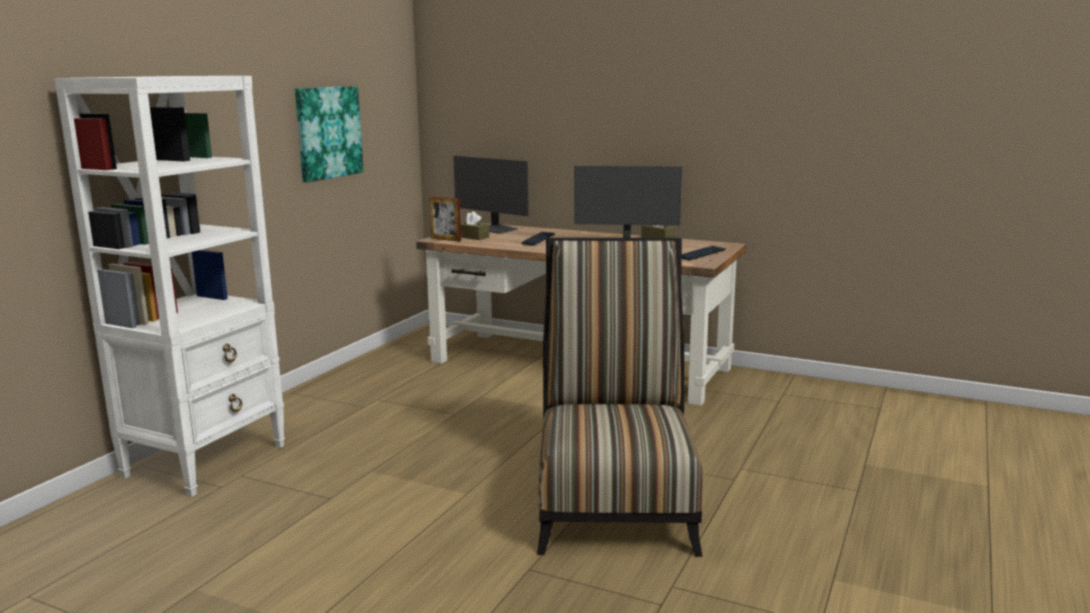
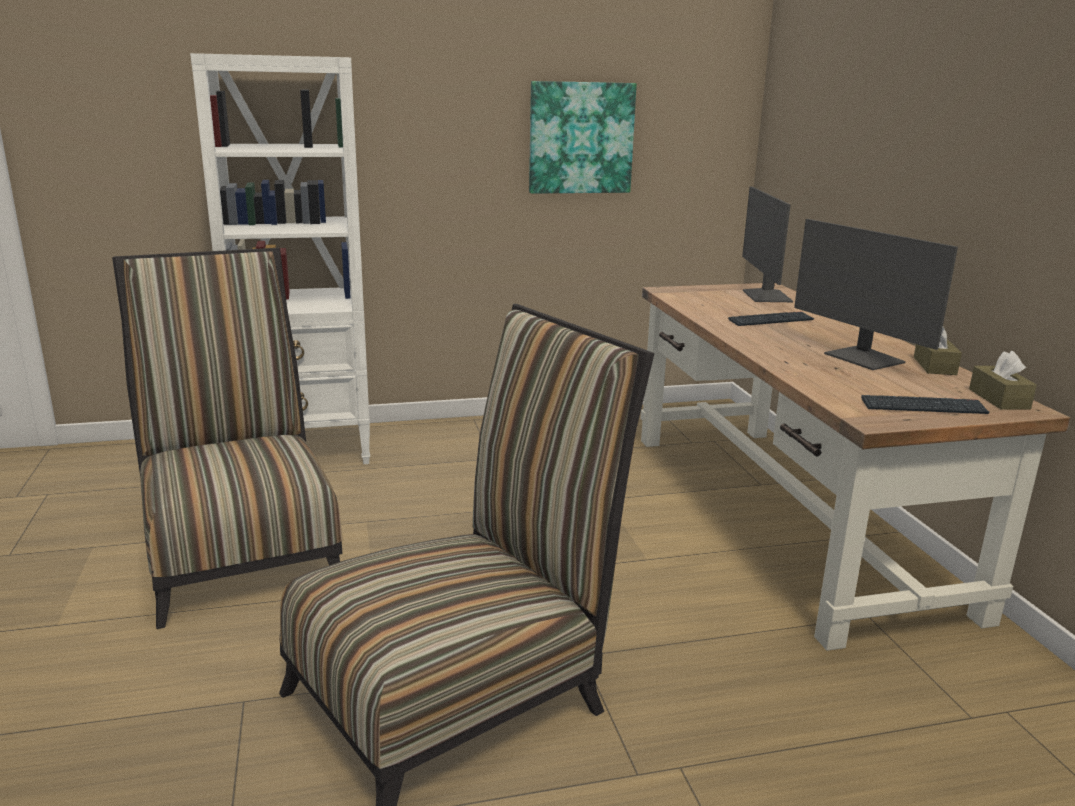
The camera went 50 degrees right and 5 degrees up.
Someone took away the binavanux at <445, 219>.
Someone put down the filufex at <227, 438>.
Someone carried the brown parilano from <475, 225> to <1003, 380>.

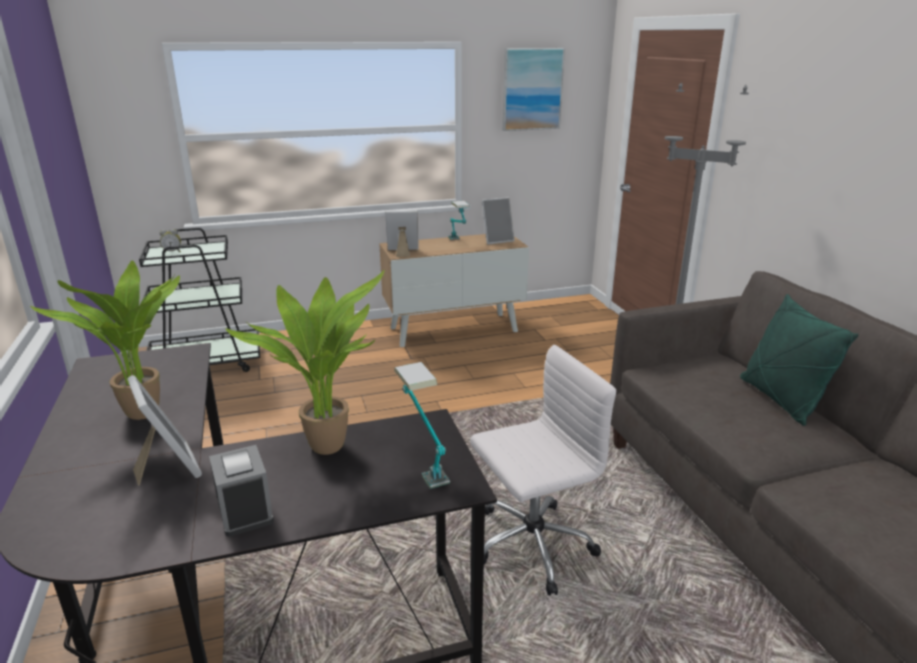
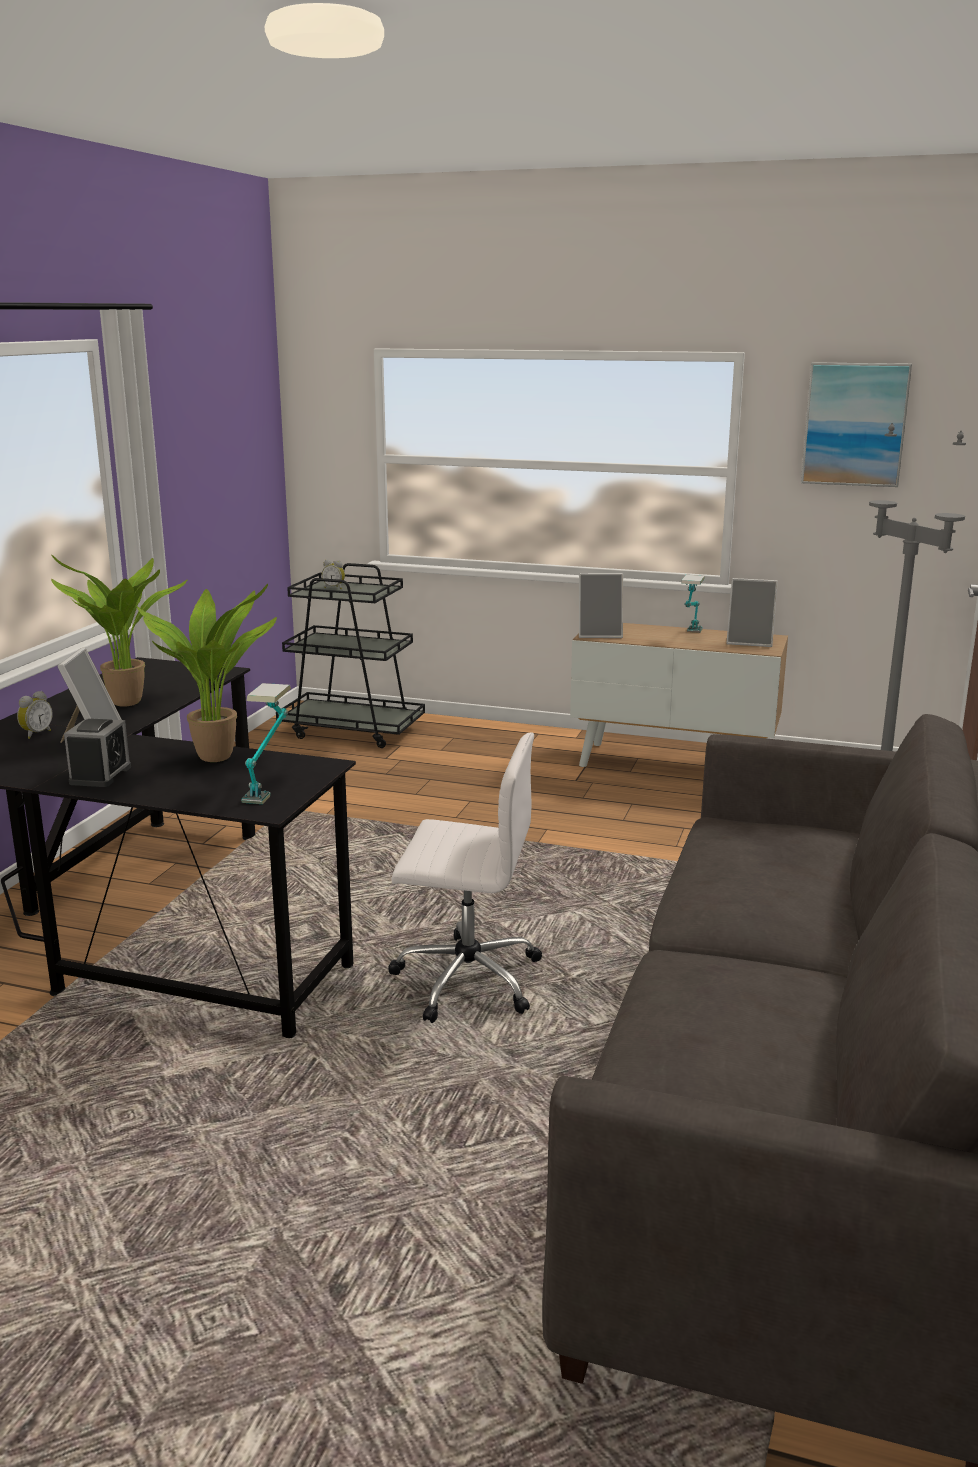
The camera went 35 degrees right and 5 degrees down.
Someone took away the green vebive at <799, 360>.
Someone put down the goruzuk at <35, 715>.
Someone rotated the binavanux at <402, 233> by 150 degrees clockwise.

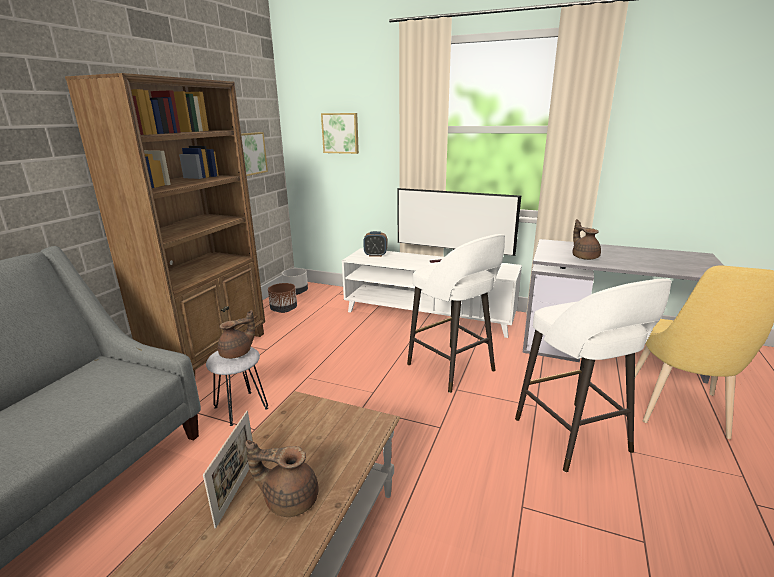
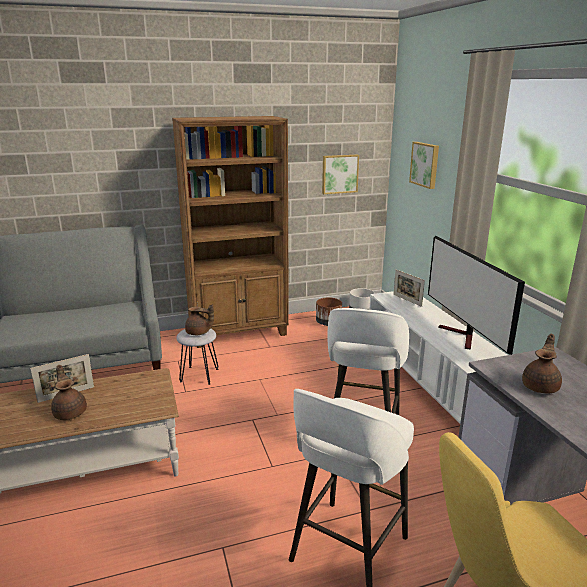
The camera went 50 degrees right and 0 degrees up.
Someone swapped the goruzuk at <375, 244> for the binavanux at <409, 288>.

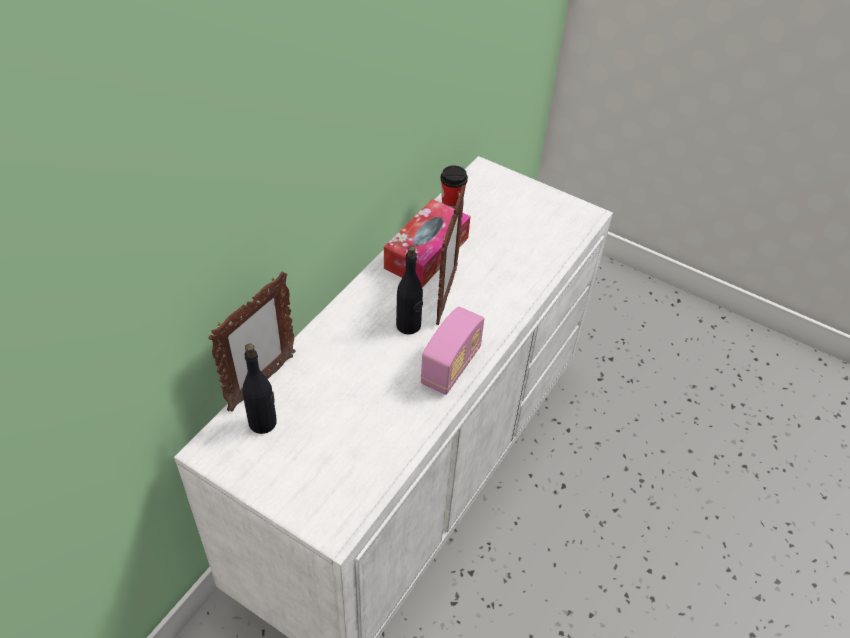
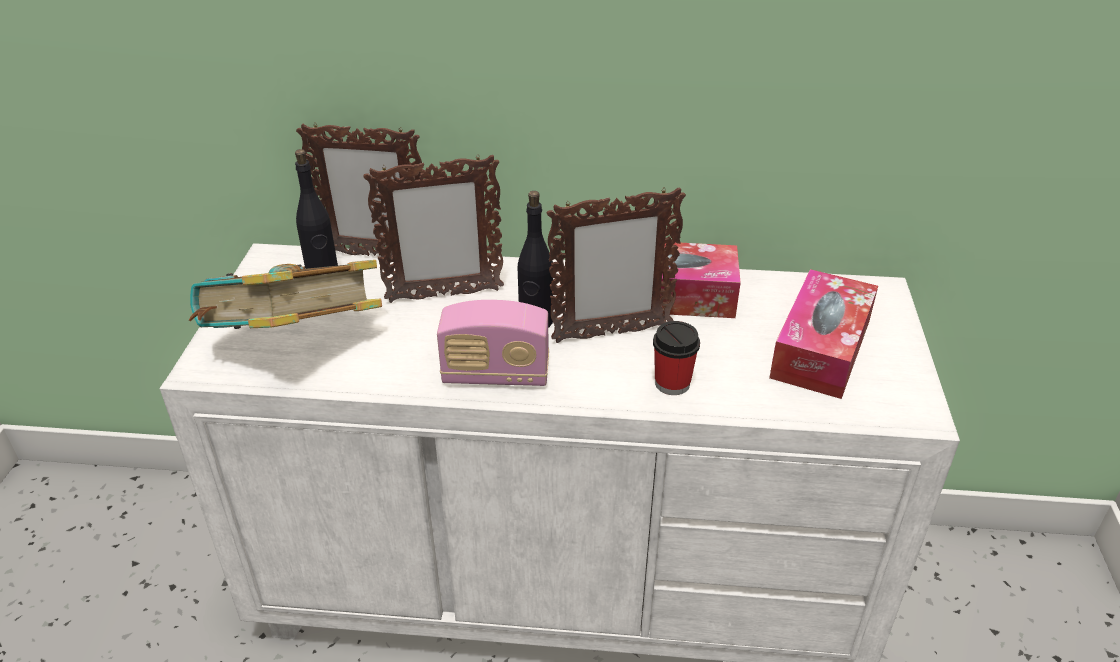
The camera went 65 degrees right and 10 degrees down.
Someone put down the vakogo at <285, 294>.
Someone put down the binavanux at <433, 228>.
Someone put down the parilano at <823, 334>.
Someone carried the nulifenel from <454, 187> to <676, 358>.

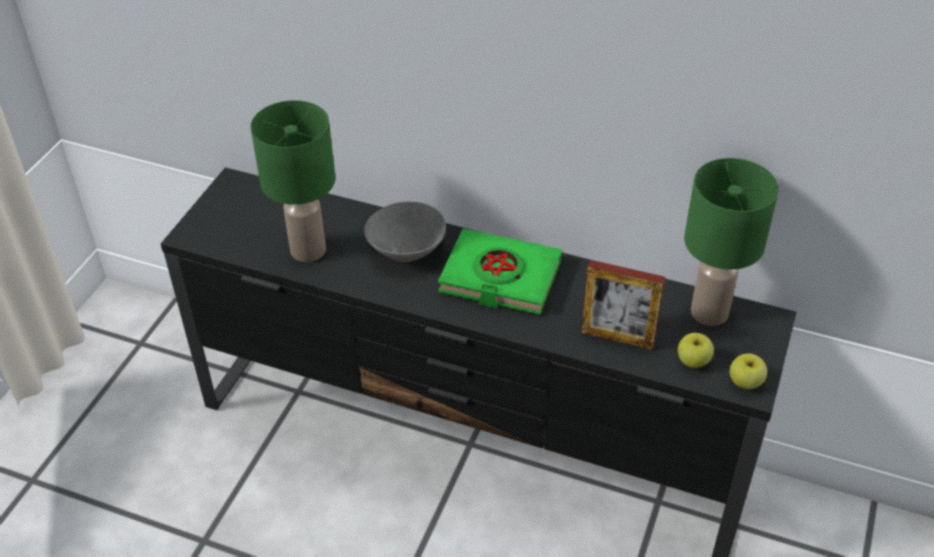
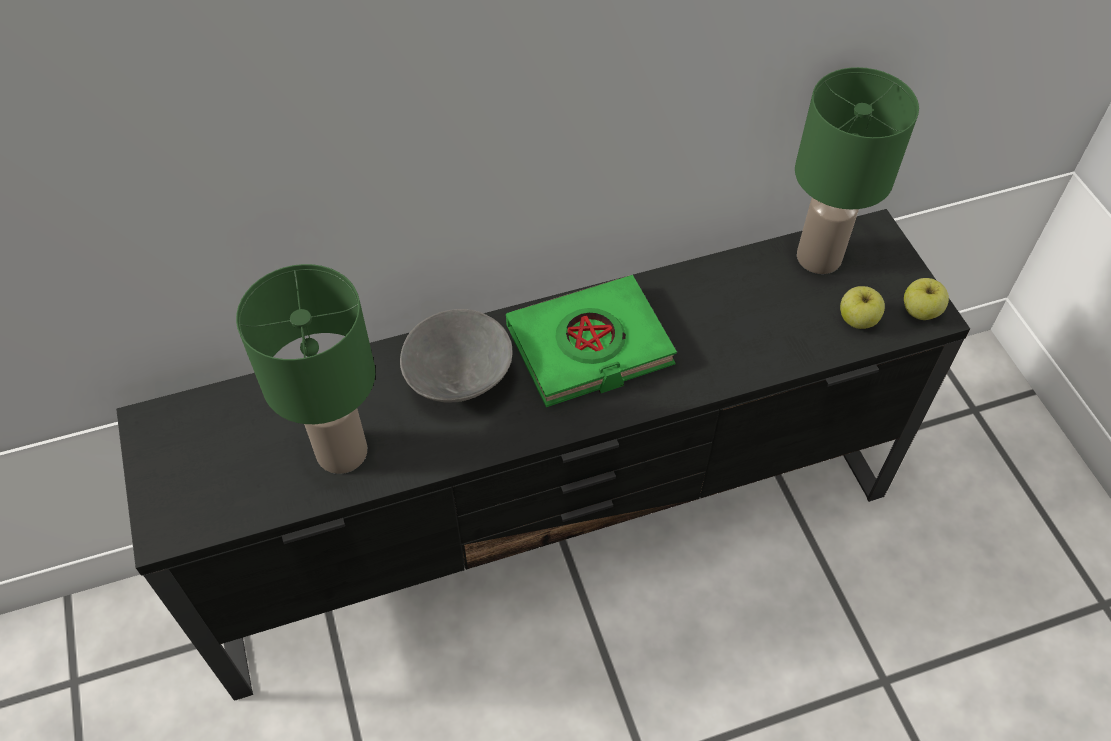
The camera went 40 degrees left and 10 degrees up.
Someone took away the binavanux at <623, 305>.

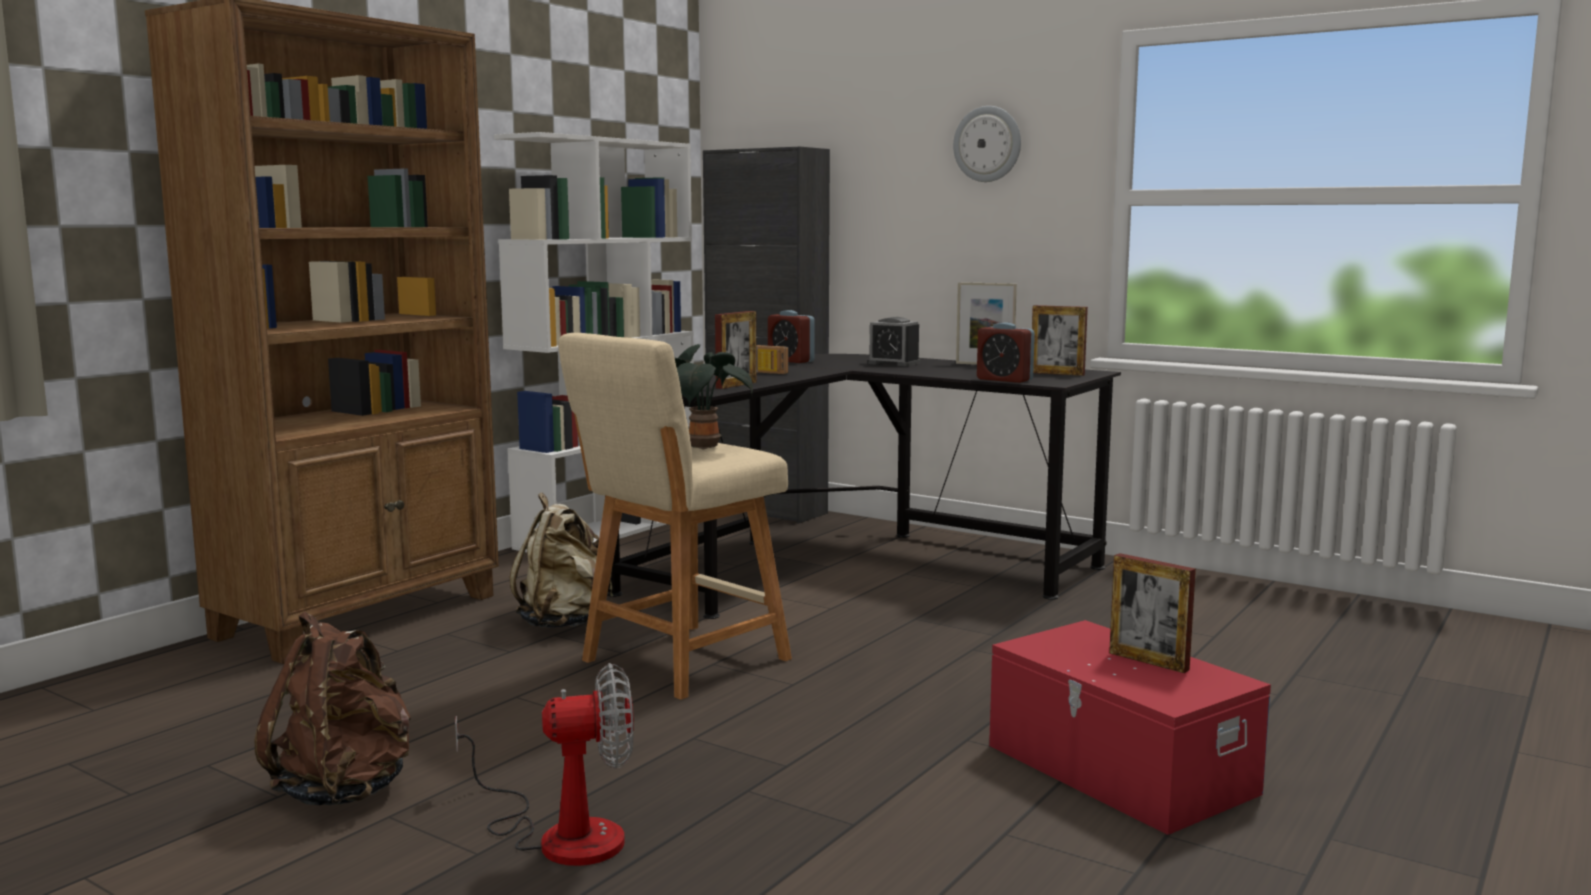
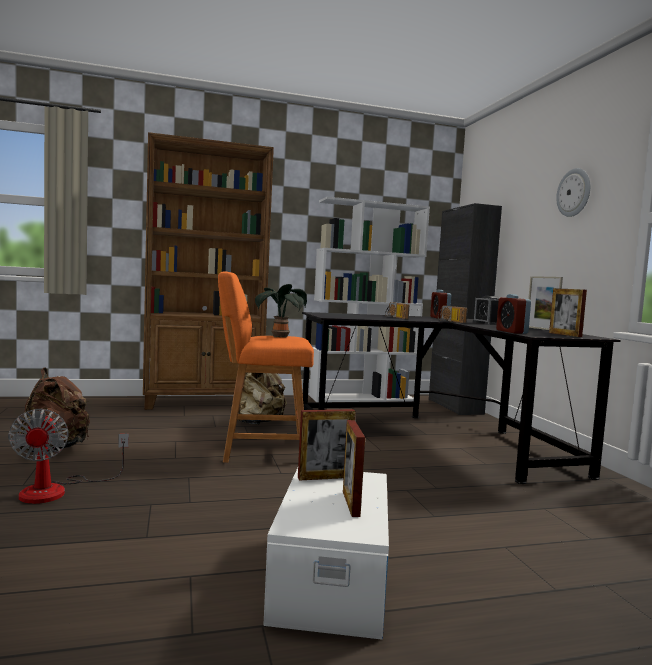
The camera went 40 degrees right and 5 degrees down.
Someone put down the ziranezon at <452, 314>.
Someone carried the binavanux from <736, 350> to <327, 444>.
Someone repainted the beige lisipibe at <675, 516>, which became the orange lisipibe at <266, 367>.
Someone repainted the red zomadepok at <1130, 727>, which became the white zomadepok at <326, 554>.
Someone rotated the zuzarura at <544, 764> by 45 degrees clockwise.

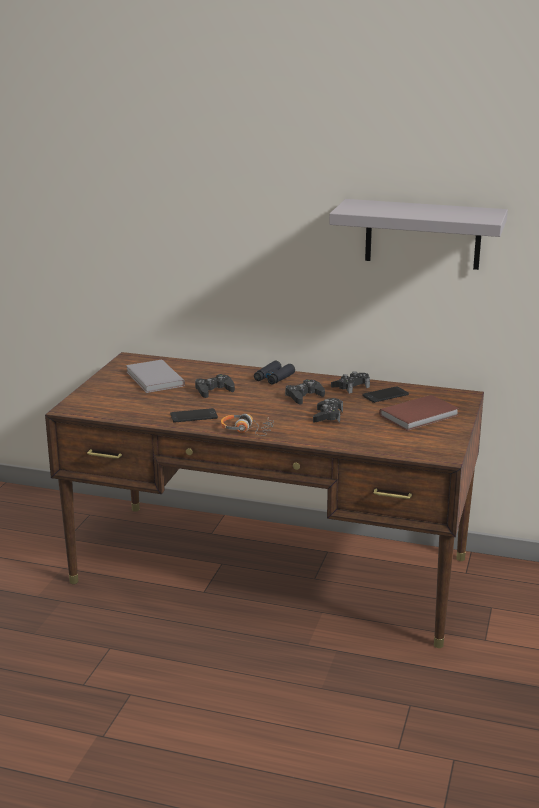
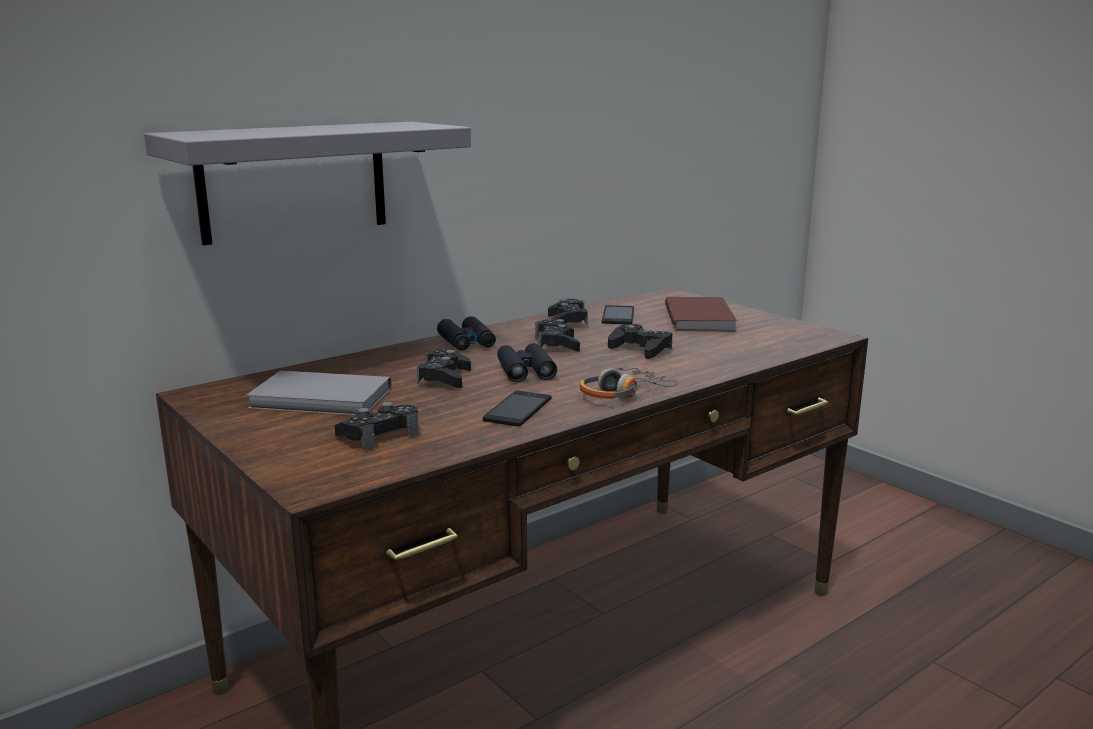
The camera went 55 degrees left and 5 degrees down.
Someone put down the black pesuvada at <376, 426>.
Someone put down the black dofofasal at <527, 362>.
Someone carried the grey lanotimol from <418, 234> to <307, 183>.

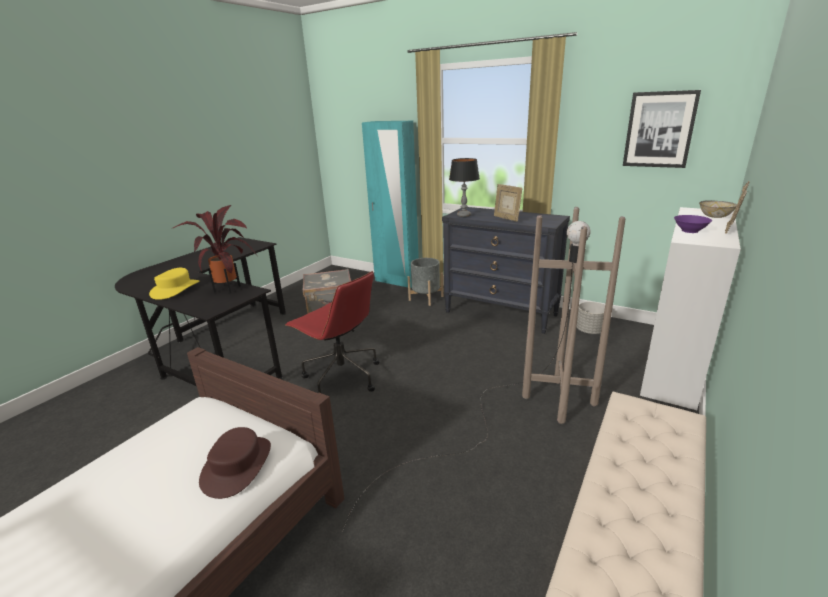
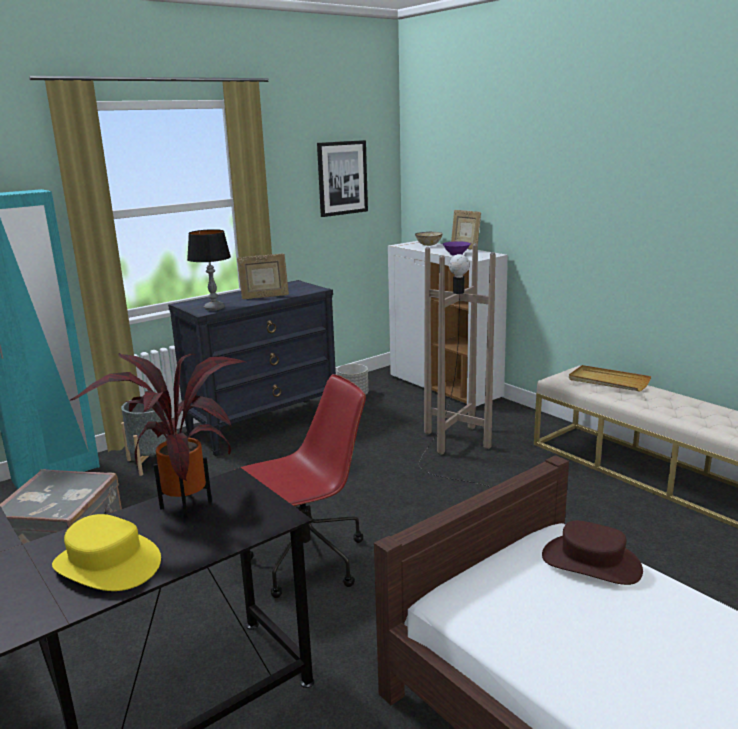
The camera went 70 degrees left and 5 degrees down.
Someone put down the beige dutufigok at <610, 378>.

